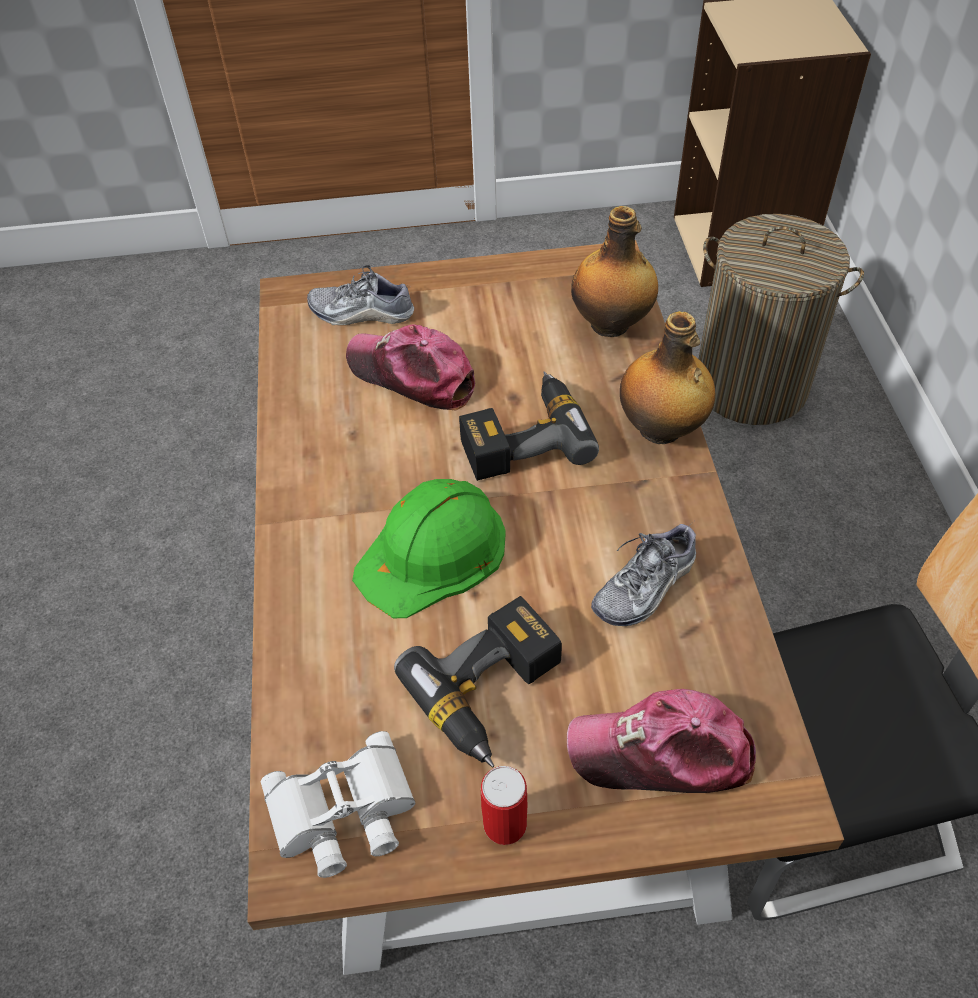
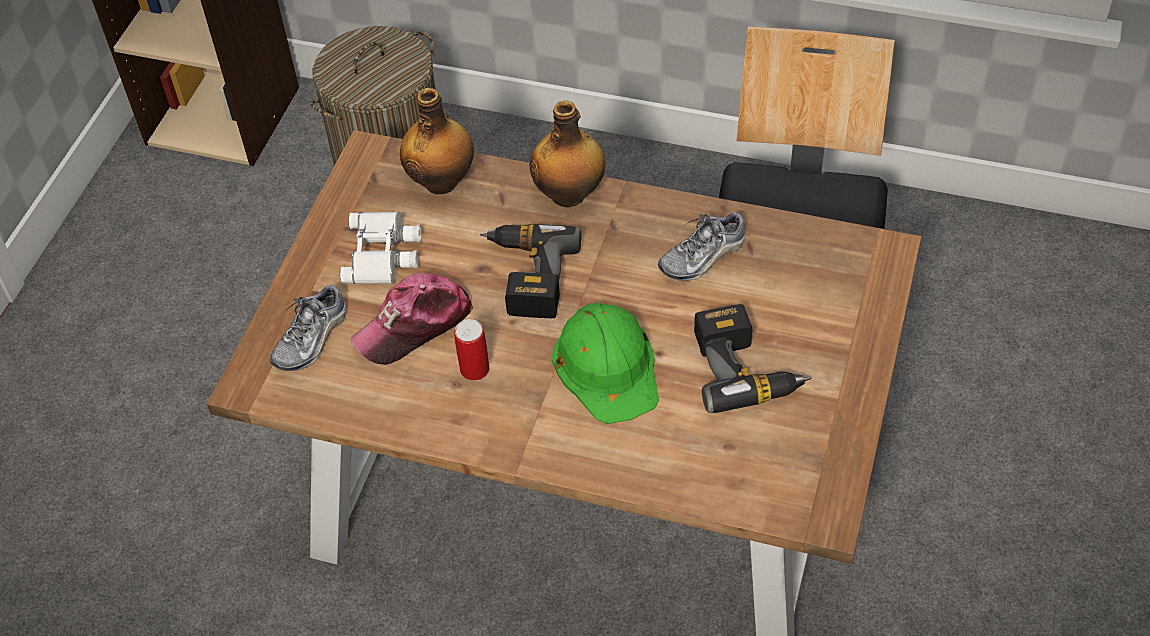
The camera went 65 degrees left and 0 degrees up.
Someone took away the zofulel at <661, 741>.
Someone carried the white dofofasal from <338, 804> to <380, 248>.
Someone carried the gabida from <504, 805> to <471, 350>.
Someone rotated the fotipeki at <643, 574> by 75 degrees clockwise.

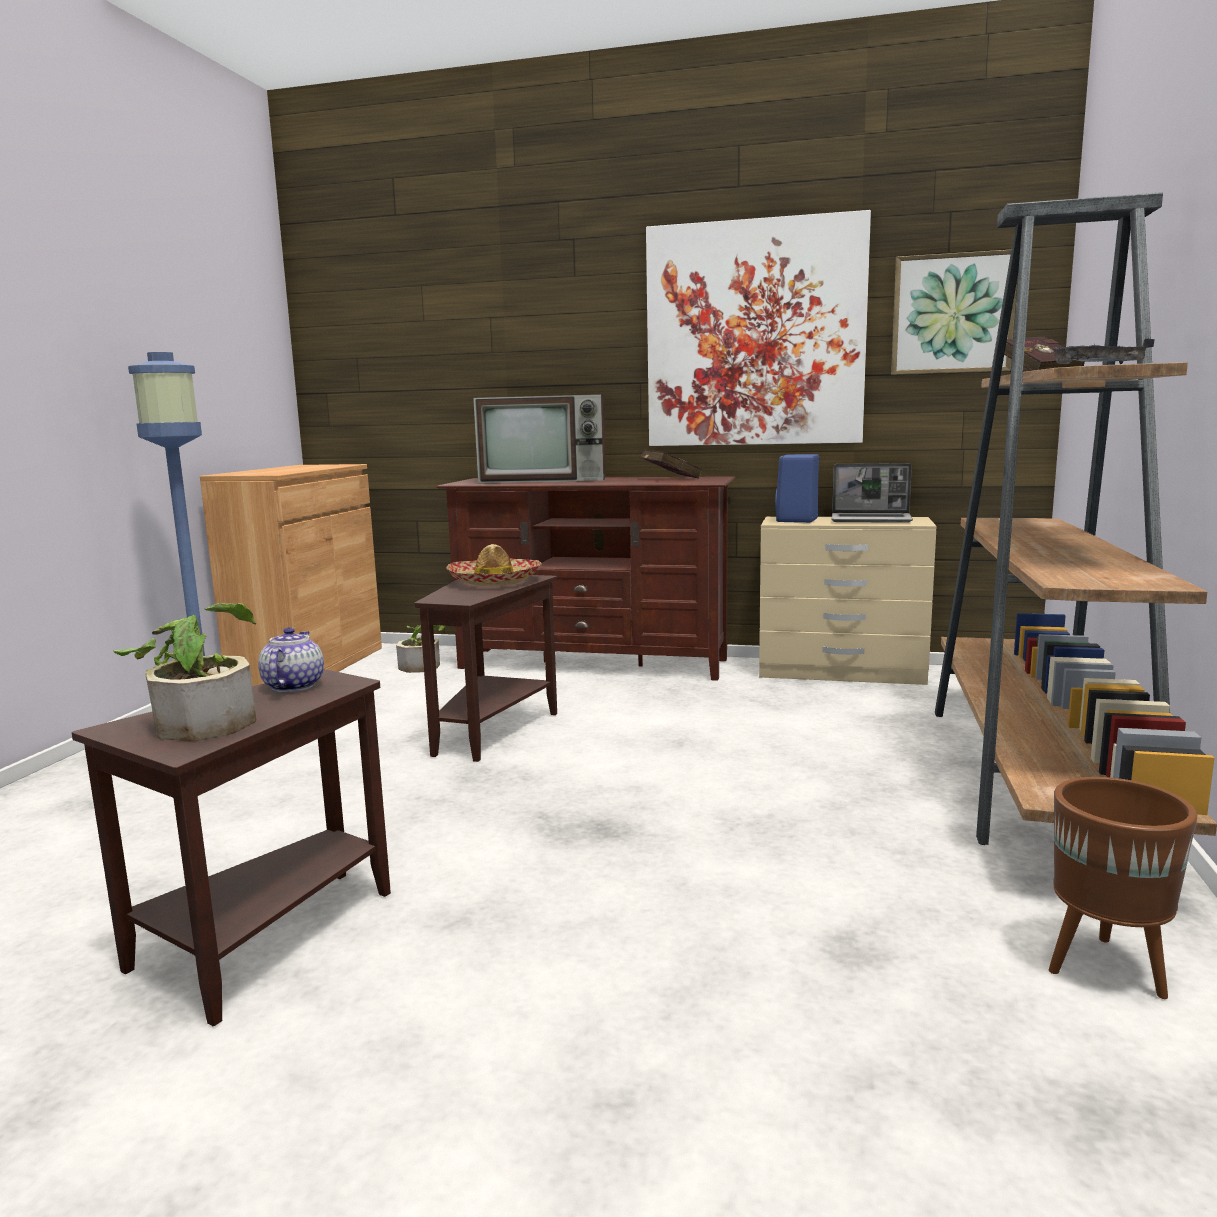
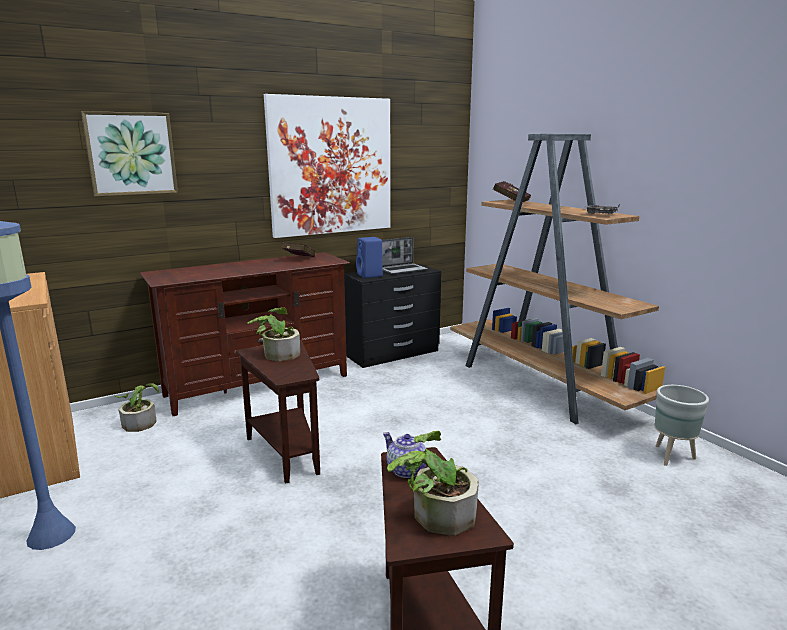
The camera went 45 degrees left and 5 degrees up.
Someone took away the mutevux at <539, 439>.
Someone carried the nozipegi from <954, 312> to <129, 154>.
Someone swapped the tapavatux at <493, 565> for the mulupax at <274, 334>.
Someone repainted the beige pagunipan at <848, 601>, which became the black pagunipan at <392, 316>.
Someone repainted the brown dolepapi at <1123, 888>, which became the grey dolepapi at <681, 425>.

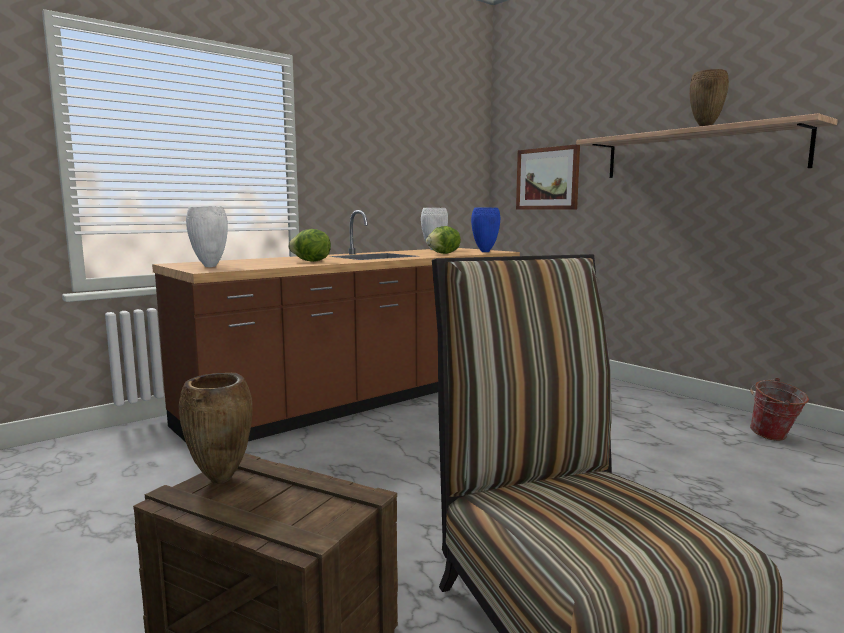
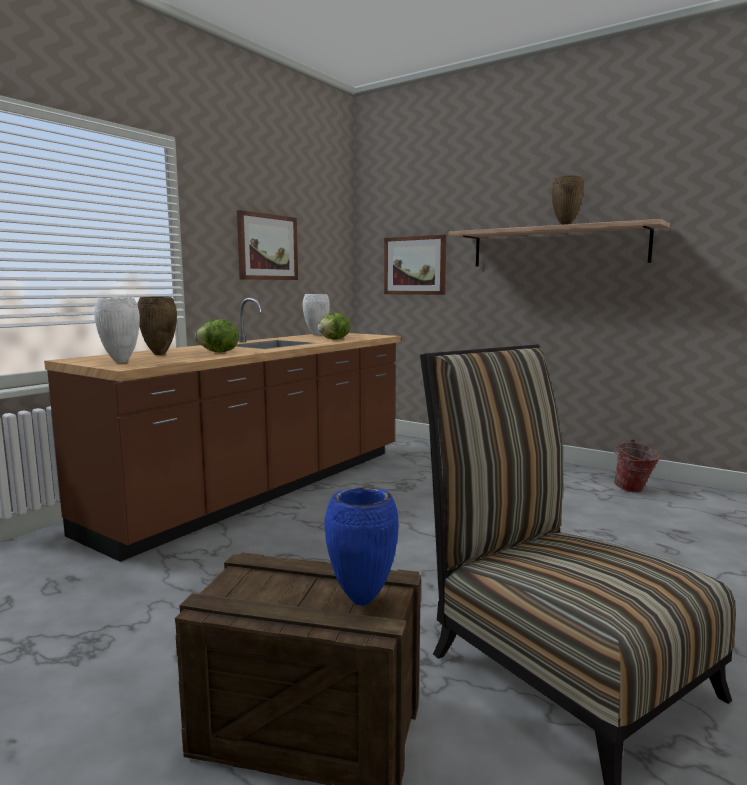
The camera went 15 degrees left and 0 degrees up.
Someone put up the nozipegi at <267, 245>.
Someone carried the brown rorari from <216, 428> to <157, 326>.
Someone carried the blue rorari from <485, 229> to <361, 547>.

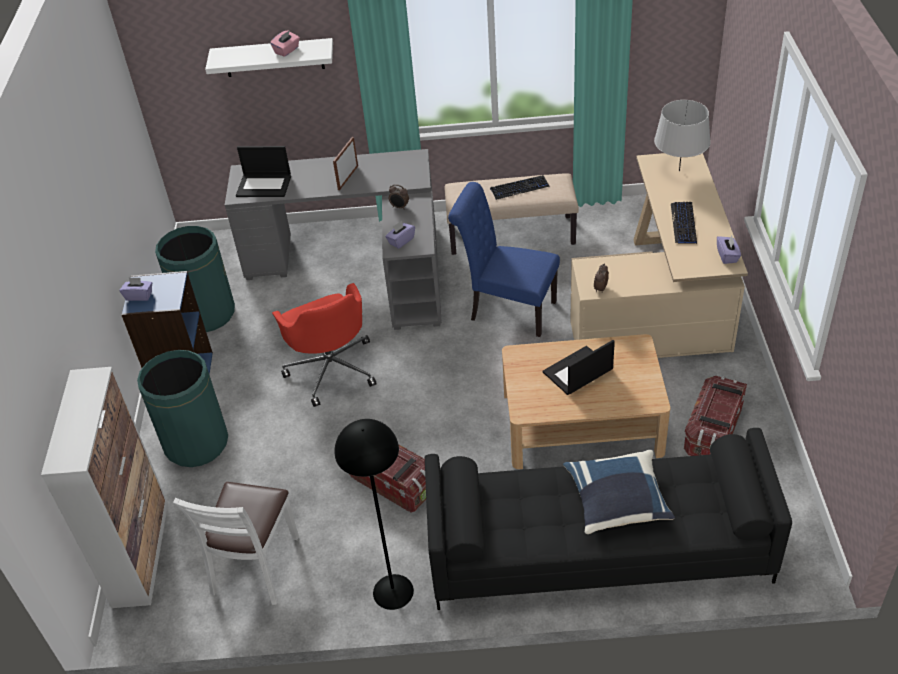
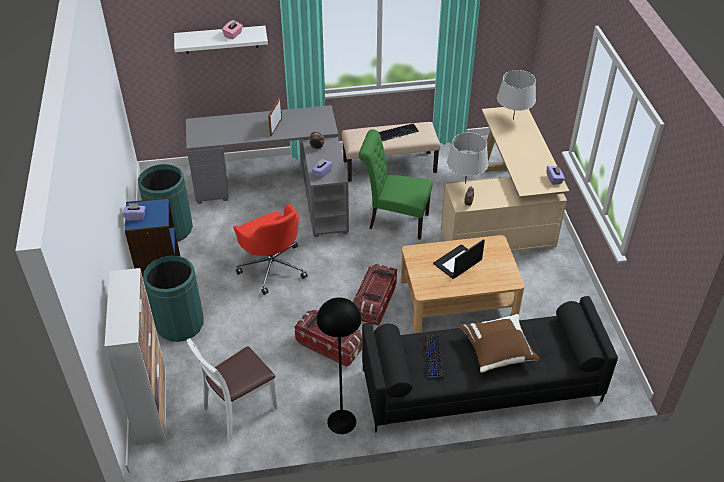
The camera went 10 degrees left and 0 degrees up.
Someone took away the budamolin at <263, 171>.
Someone put down the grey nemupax at <467, 158>.
Someone carried the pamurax from <684, 223> to <433, 356>.
Someone carried the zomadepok from <715, 416> to <375, 295>.
Someone repainted the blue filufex at <504, 259>, which became the green filufex at <395, 184>.
Someone repainted the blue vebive at <619, 491>, which became the brown vebive at <499, 343>.
Someone rotated the white filufex at <236, 543> by 45 degrees clockwise.

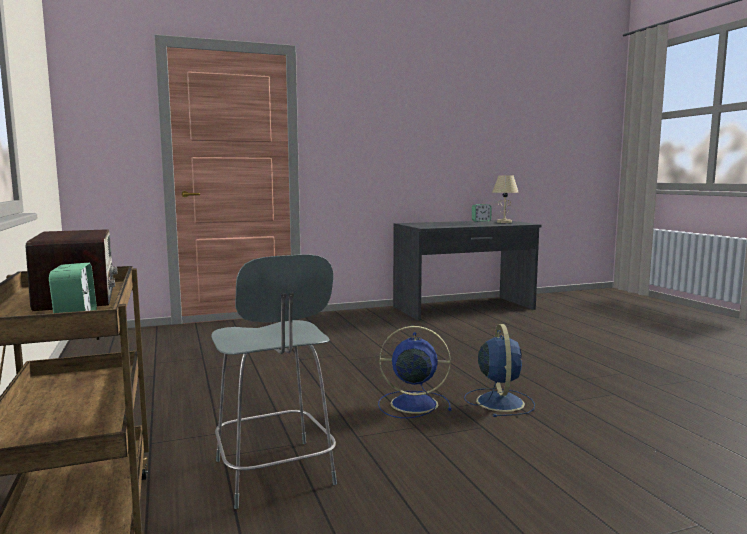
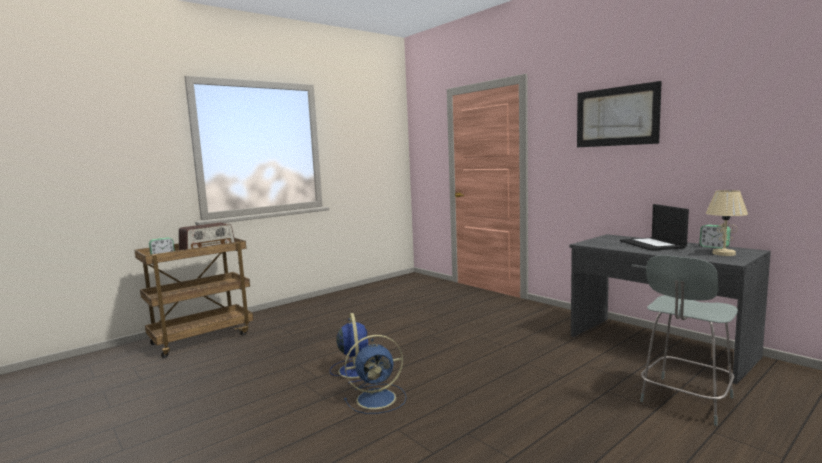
The camera went 70 degrees right and 0 degrees up.
Someone put up the nozipegi at <619, 114>.
Someone put down the budamolin at <654, 227>.
Someone carried the grey filufex from <274, 381> to <689, 340>.

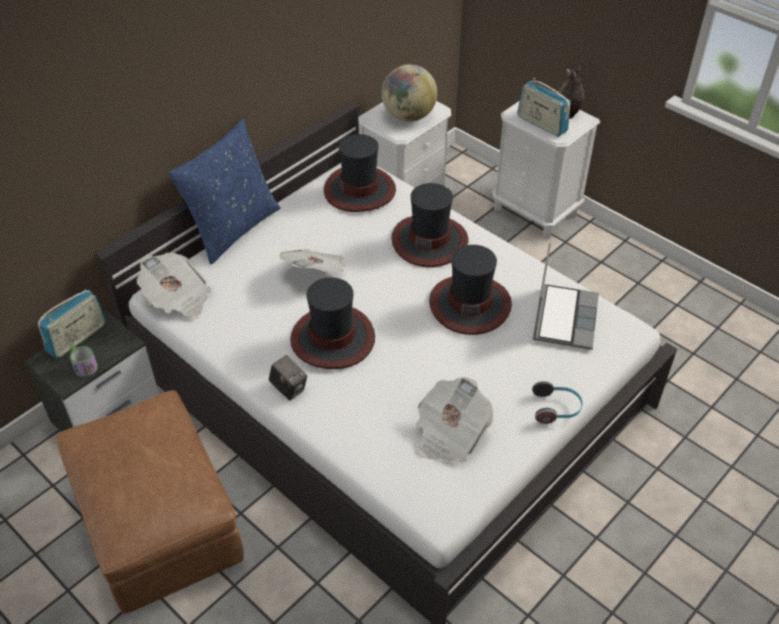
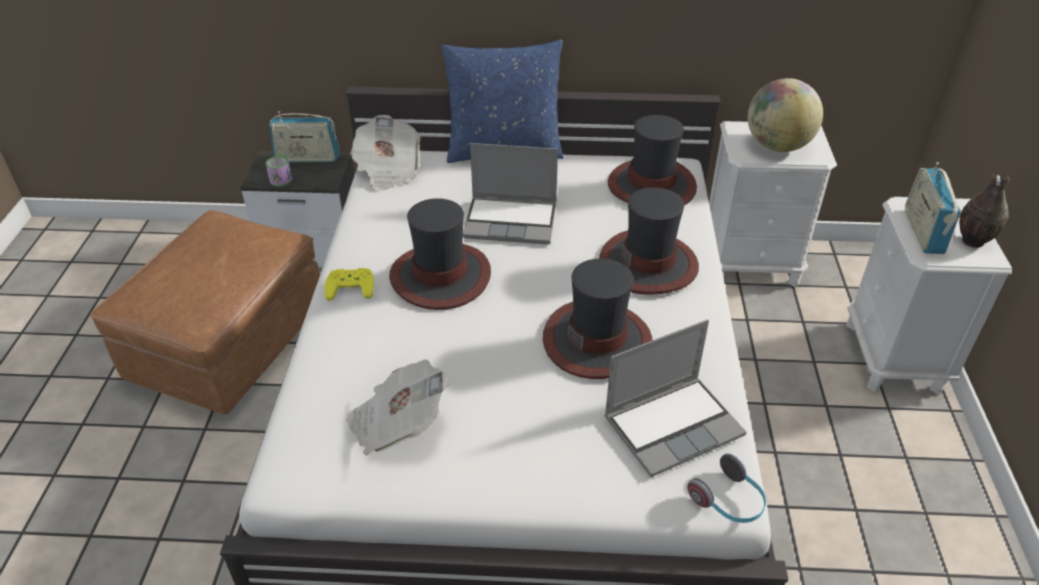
The camera went 50 degrees right and 5 degrees down.
Someone carried the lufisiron from <557, 402> to <726, 488>.
Someone swapped the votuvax at <288, 378> for the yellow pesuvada at <349, 284>.
Someone swapped the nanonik at <312, 260> for the budamolin at <510, 193>.

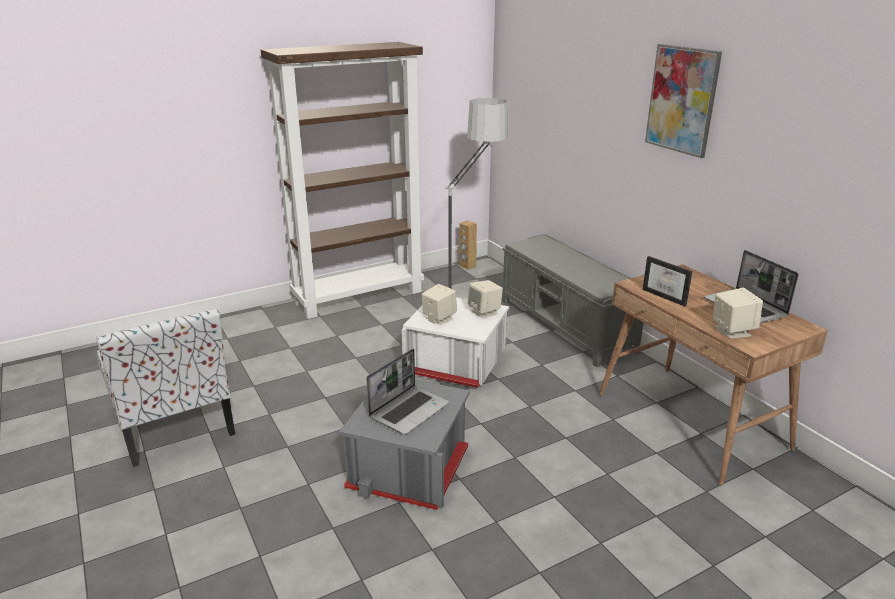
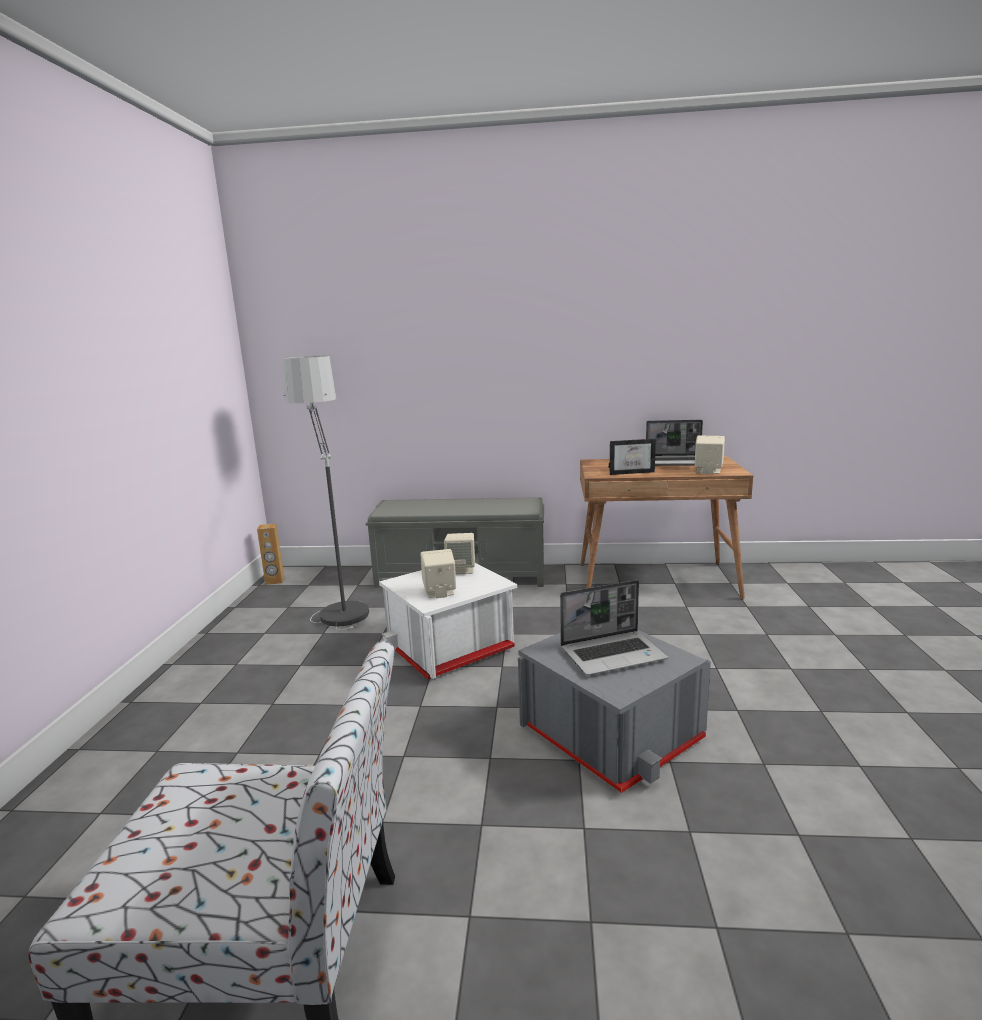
The camera went 55 degrees left and 10 degrees down.
Someone took away the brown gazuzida at <342, 180>.
Someone took away the nozipegi at <683, 101>.
Someone rotated the budamolin at <407, 391> by 90 degrees clockwise.

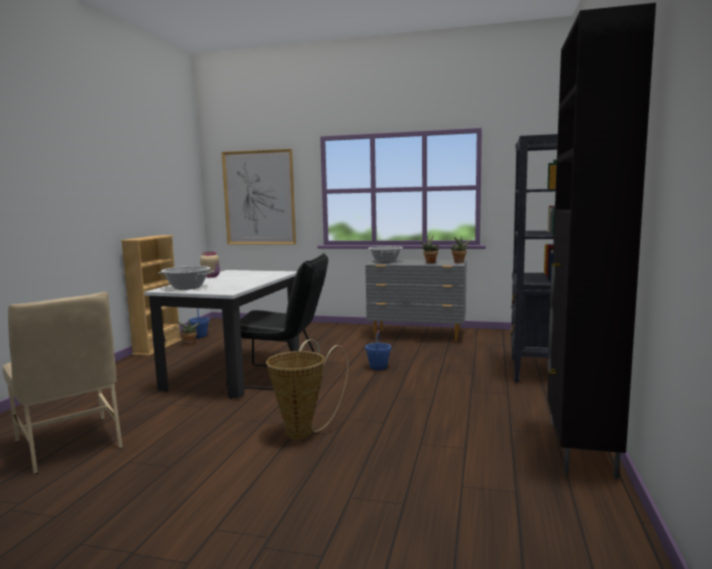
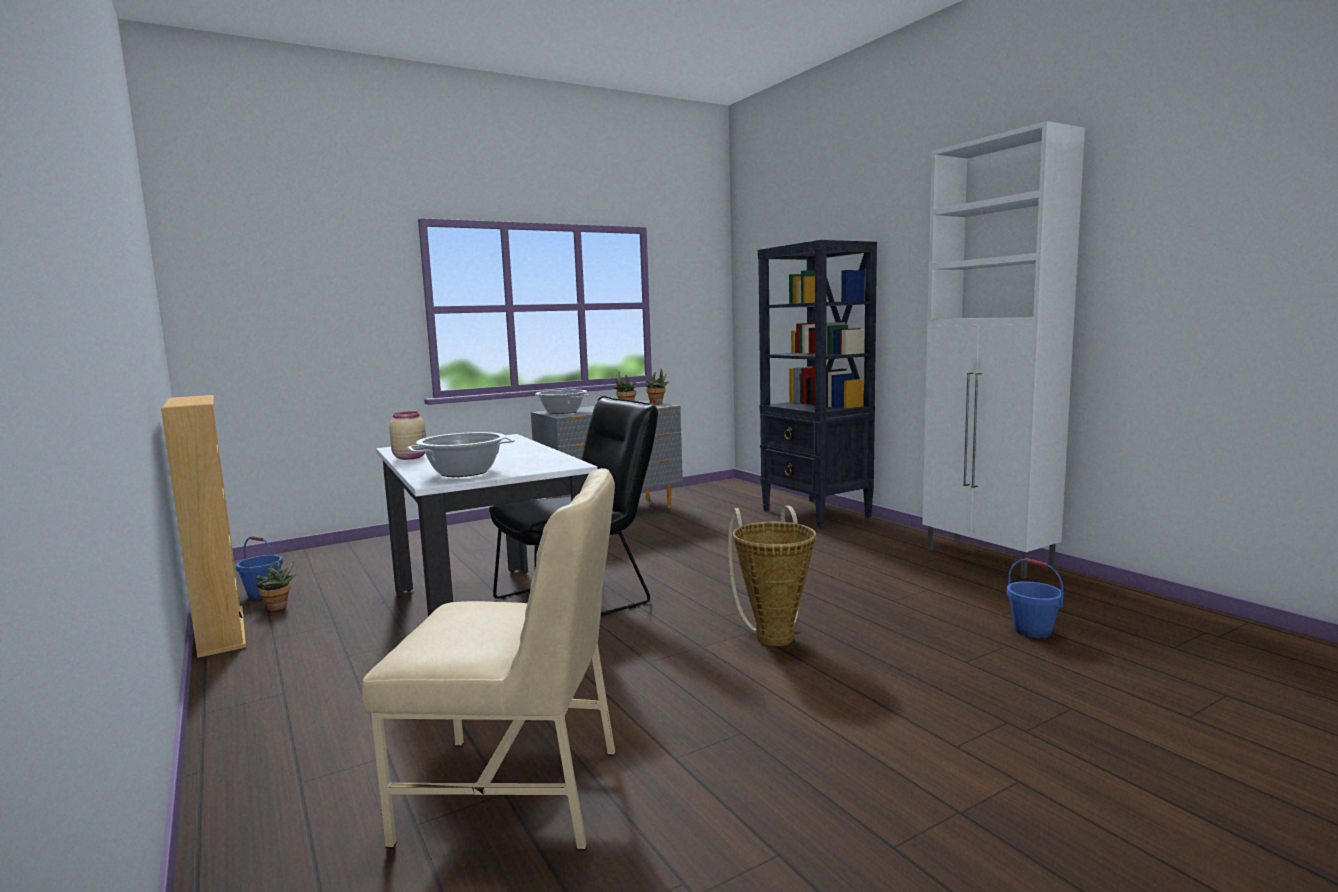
The camera went 45 degrees left and 0 degrees up.
Someone took away the nozipegi at <259, 197>.
Someone carried the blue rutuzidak from <378, 350> to <1035, 598>.
Someone repainted the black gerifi at <601, 241>, which became the white gerifi at <1003, 350>.

